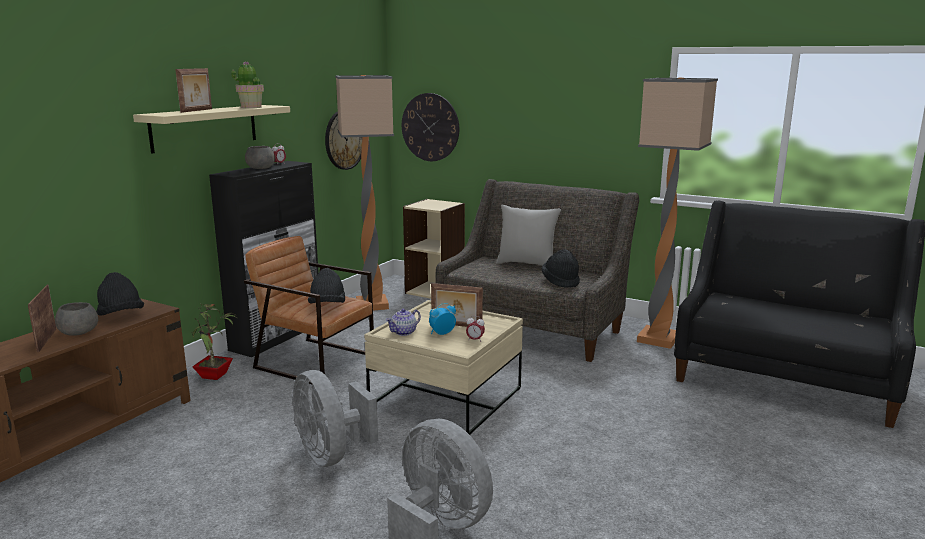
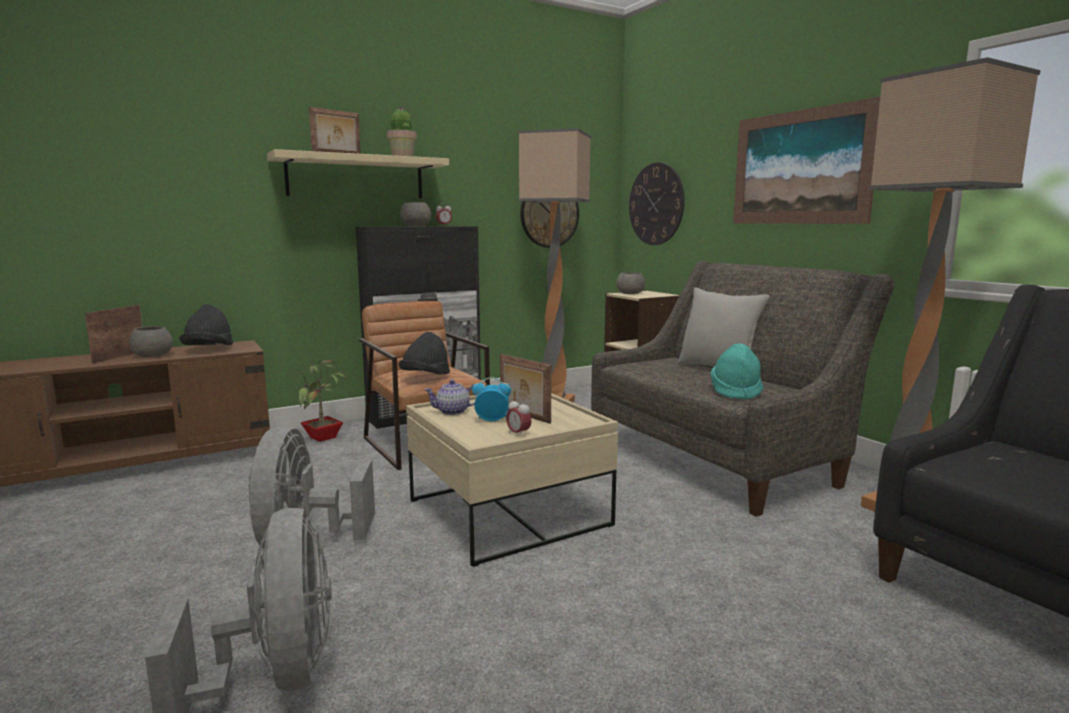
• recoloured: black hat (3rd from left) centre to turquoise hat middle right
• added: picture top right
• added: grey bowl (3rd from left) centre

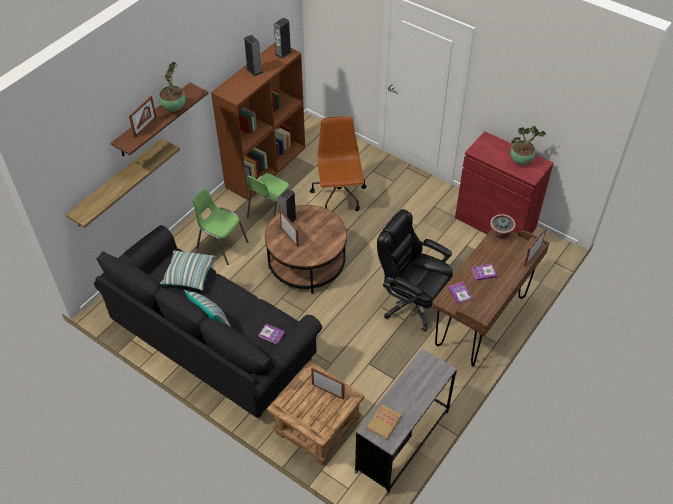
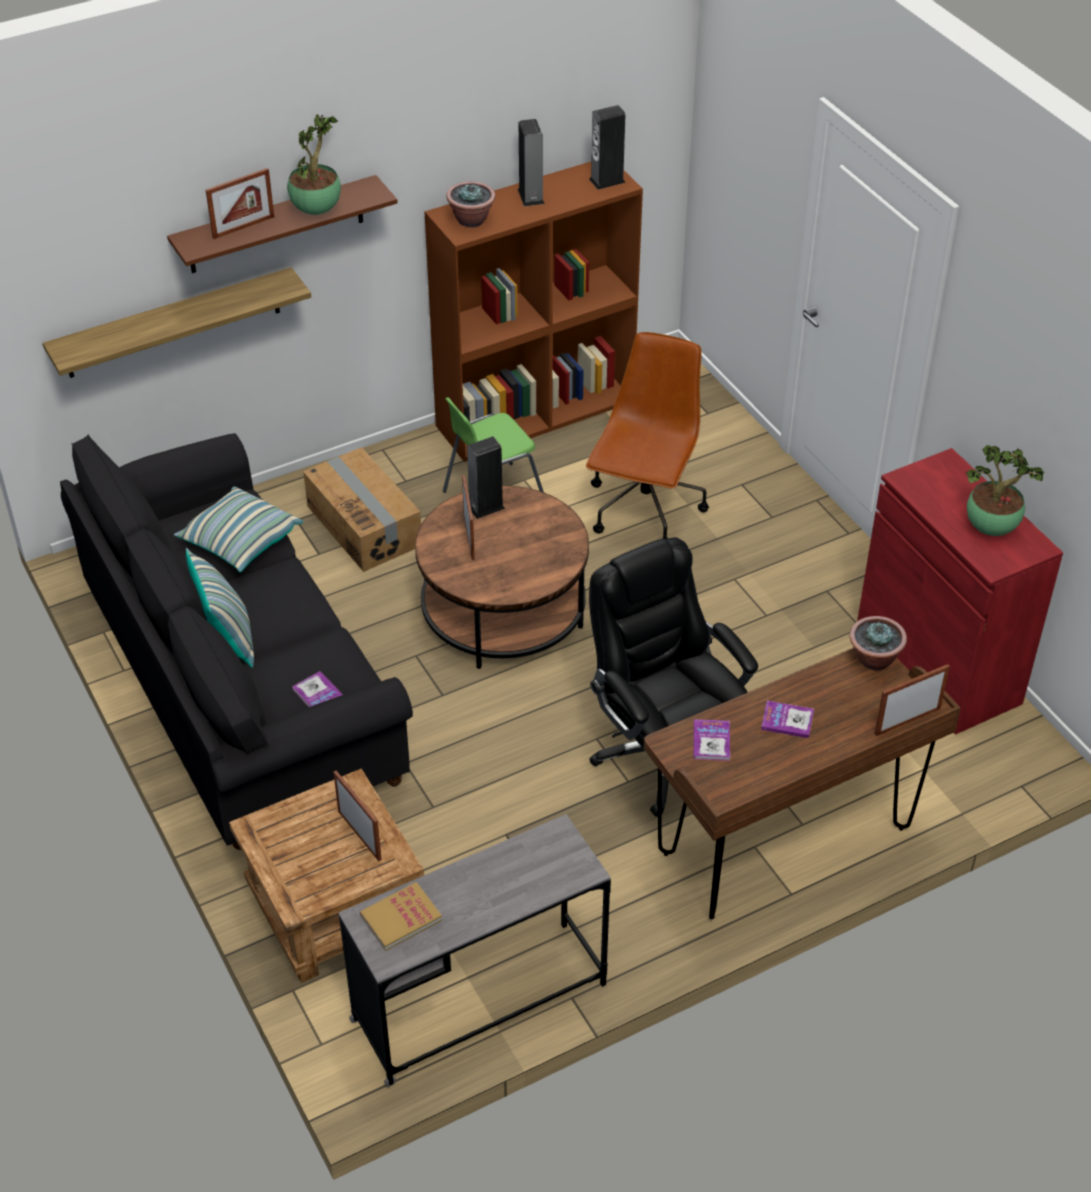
• replaced: green chair (1st from left) middle left to cardboard box middle left
• added: potted plant (2nd from left) top centre

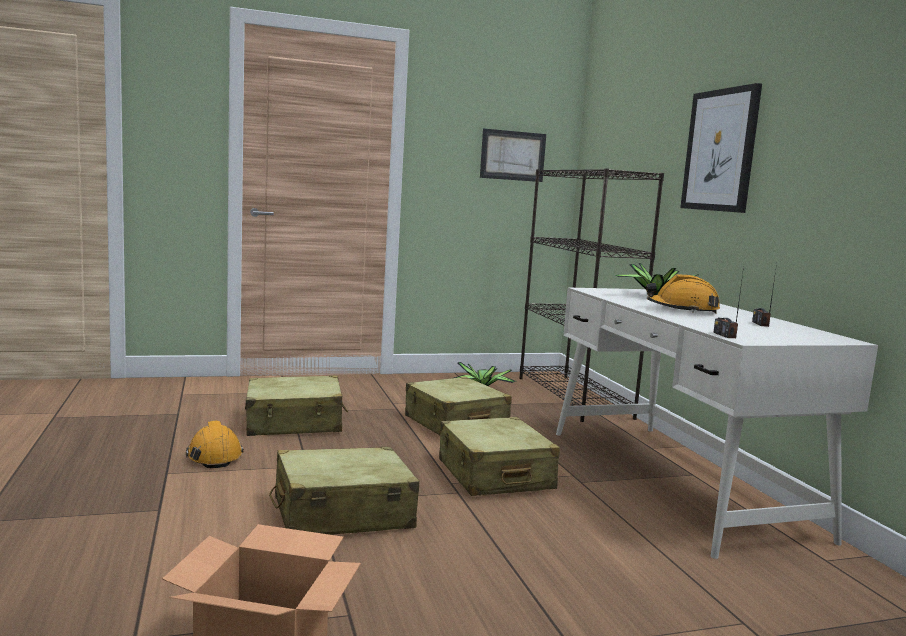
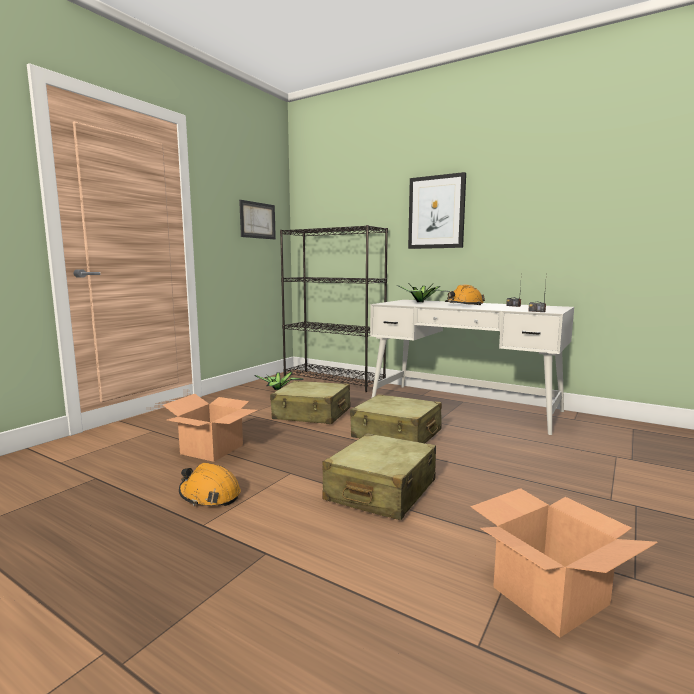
• replaced: beige suitcase (1st from left) middle left to cardboard box (1st from left) middle left

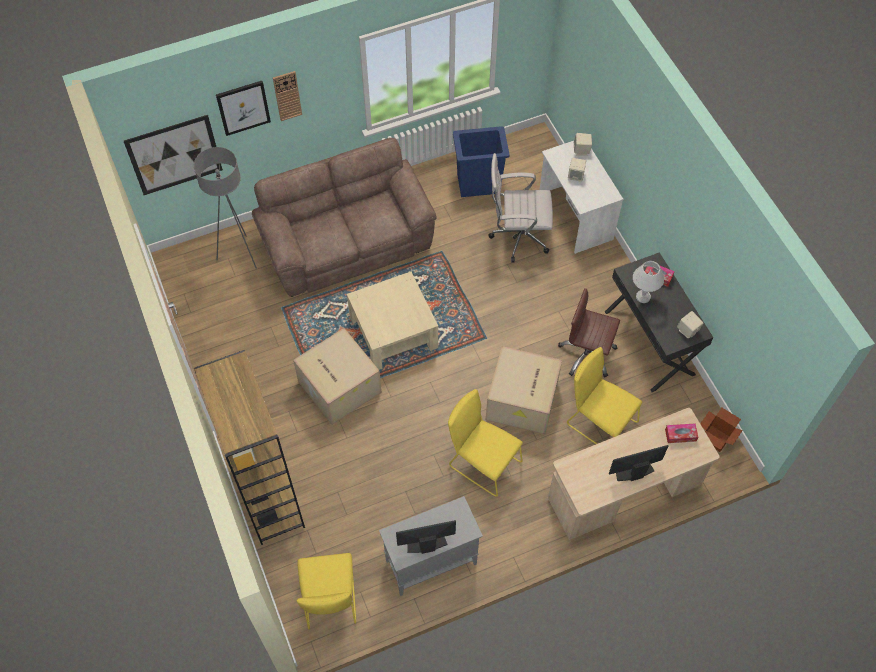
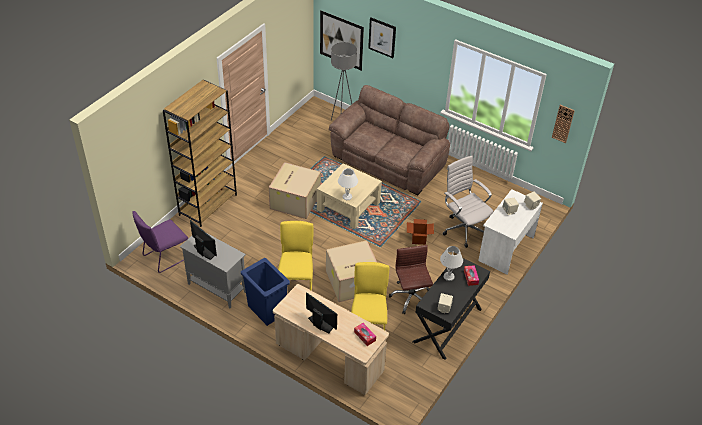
• moved: wall clock top left to top right
• moved: blue trash can top centre to bottom centre
• moved: cardboard box (3rd from left) middle right to centre
• recoloured: yellow chair (1st from left) bottom centre to purple chair middle left
• added: white table lamp (1st from left) centre

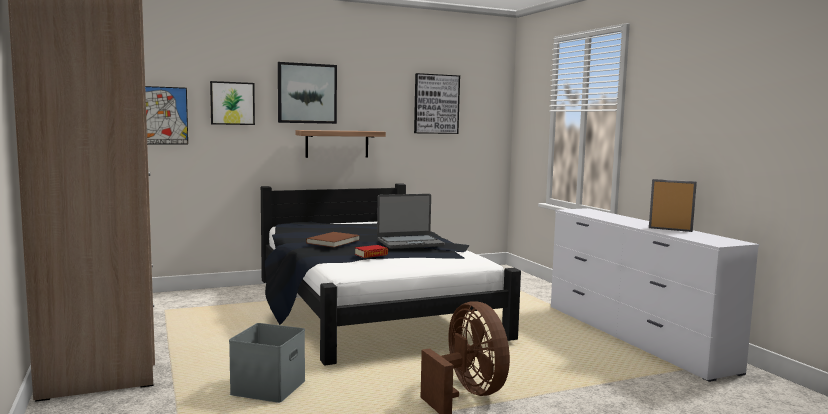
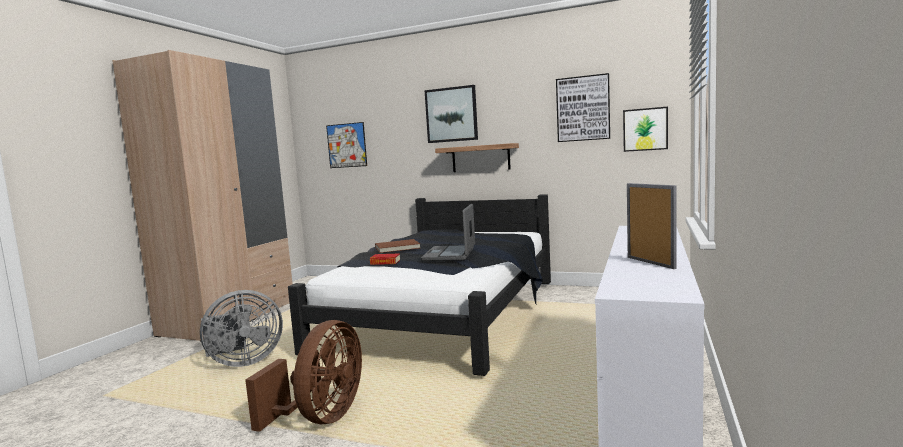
• moved: picture (2nd from left in the first image) top left to picture (4th from left) top right
• turned: laptop centre = centre 75 degrees clockwise
• replaced: grey storage box bottom left to grey fan bottom left

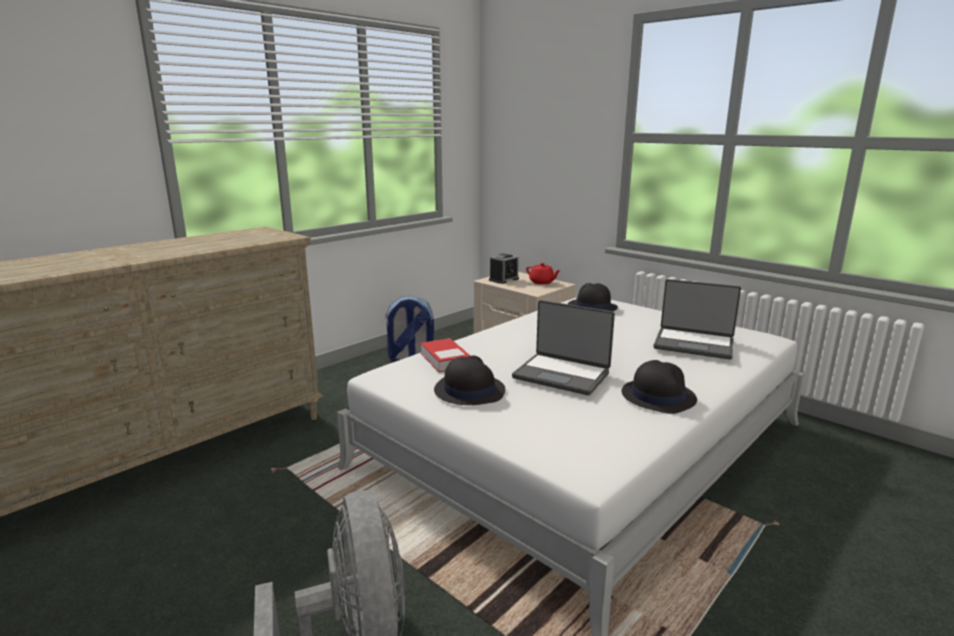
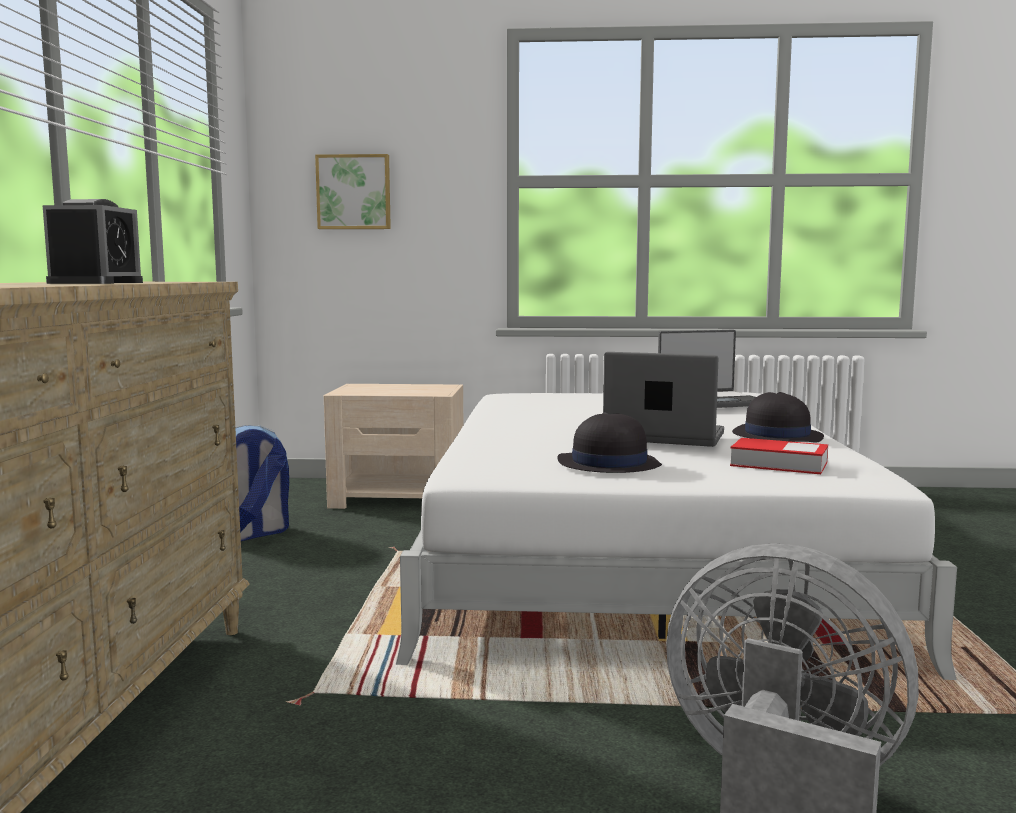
• moved: alarm clock centre to top left
• removed: red teapot centre
• removed: black hat (2nd from left) centre
• turned: laptop (1st from left) centre = centre 150 degrees counterclockwise
• moved: book centre to middle right
• added: picture top centre

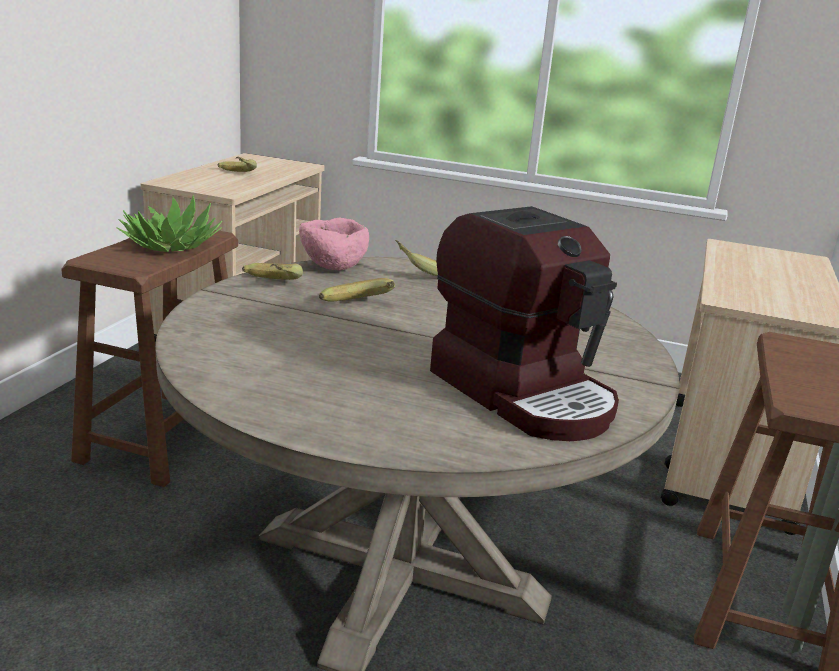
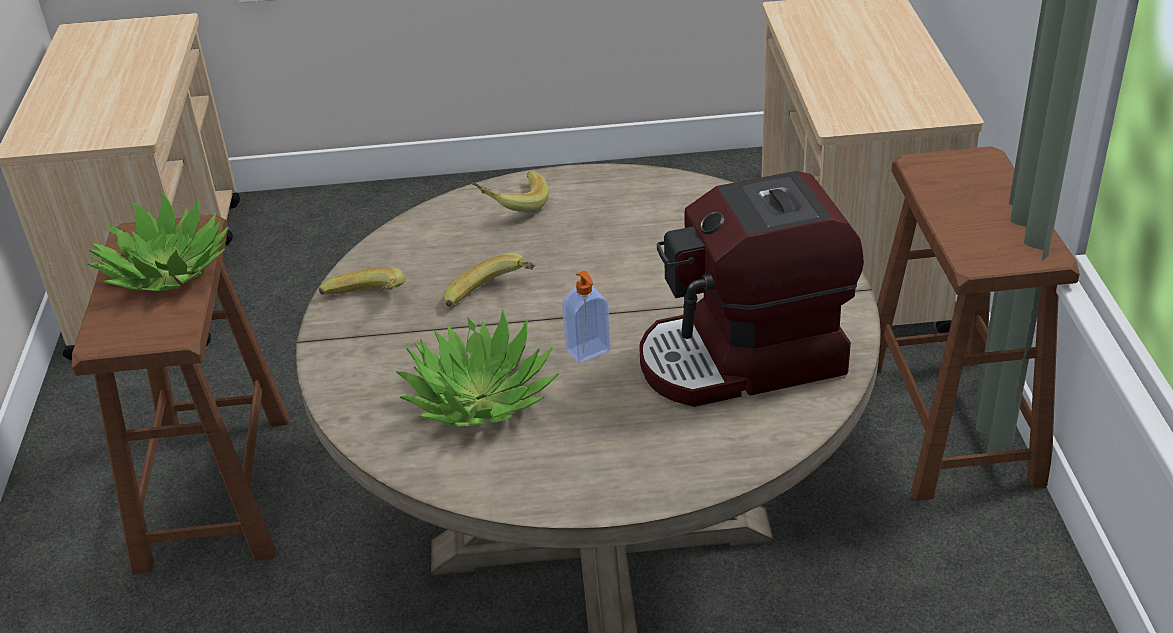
• removed: banana (1st from left) top left
• turned: coffee machine centre = centre 135 degrees clockwise
• removed: pink bowl centre
• added: soap dispenser centre
• added: potted plant (2nd from left) centre

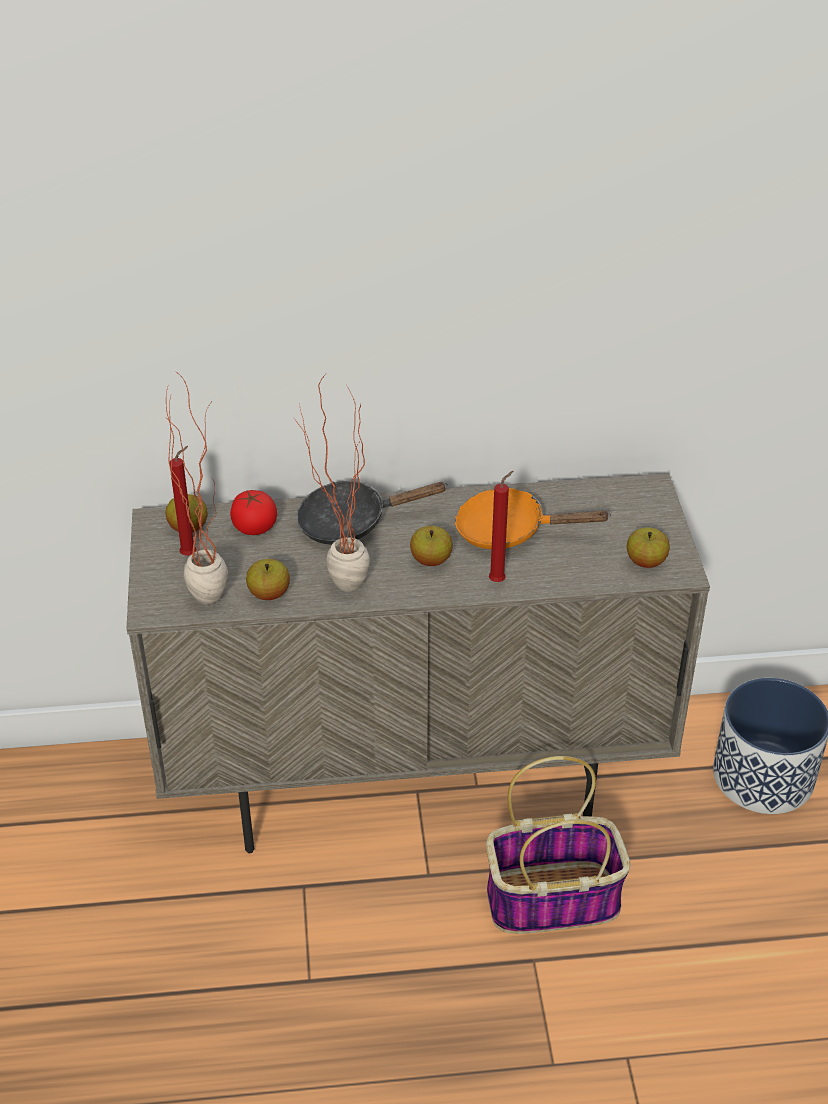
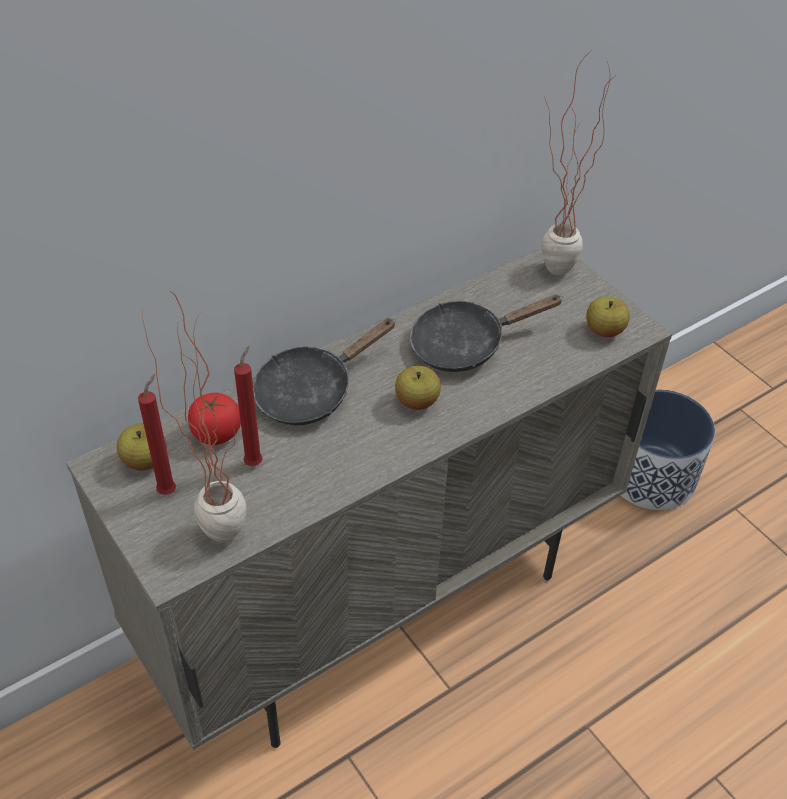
• moved: potted plant (2nd from left) centre to top right
• moved: red candle (2nd from left) centre to middle left
• recoloured: orange frying pan centre to black frying pan (2nd from left) centre
• removed: apple (2nd from left) middle left
• removed: basket bottom right

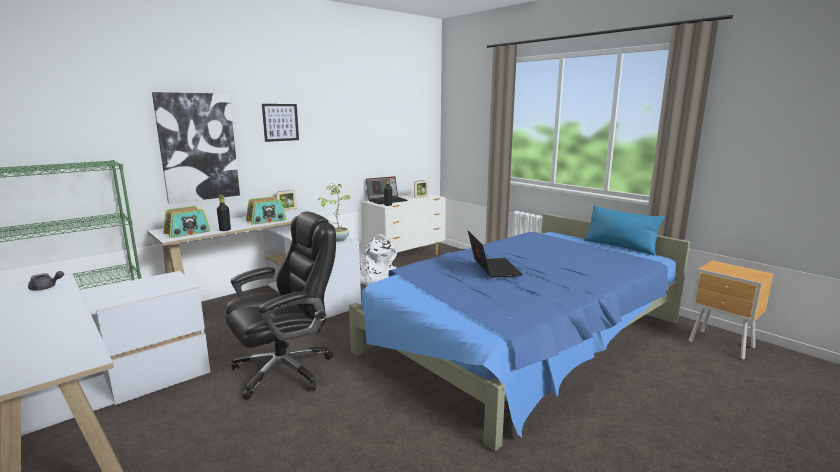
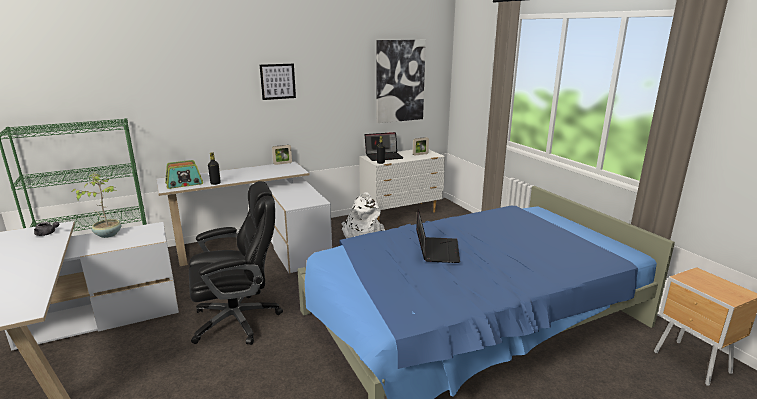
• moved: picture (1st from left in the first image) top left to picture (2nd from left) top centre
• moved: potted plant centre to middle left
• removed: radio (2nd from left) middle left
• removed: blue pillow middle right

